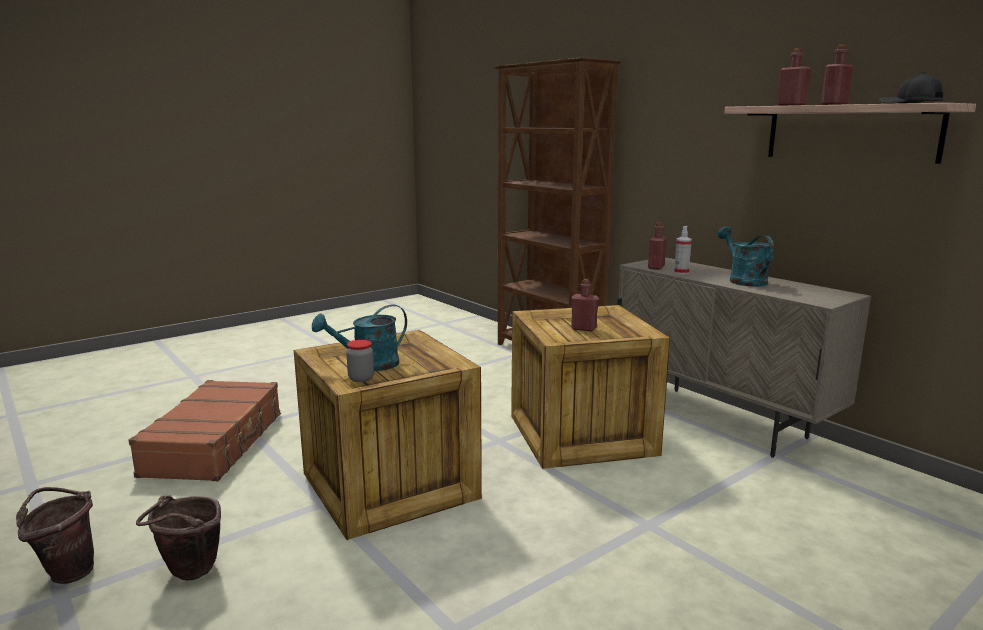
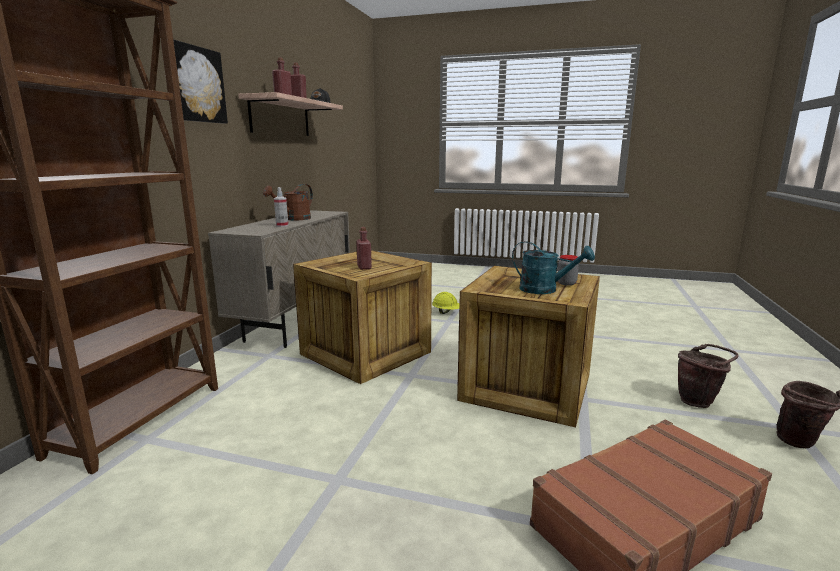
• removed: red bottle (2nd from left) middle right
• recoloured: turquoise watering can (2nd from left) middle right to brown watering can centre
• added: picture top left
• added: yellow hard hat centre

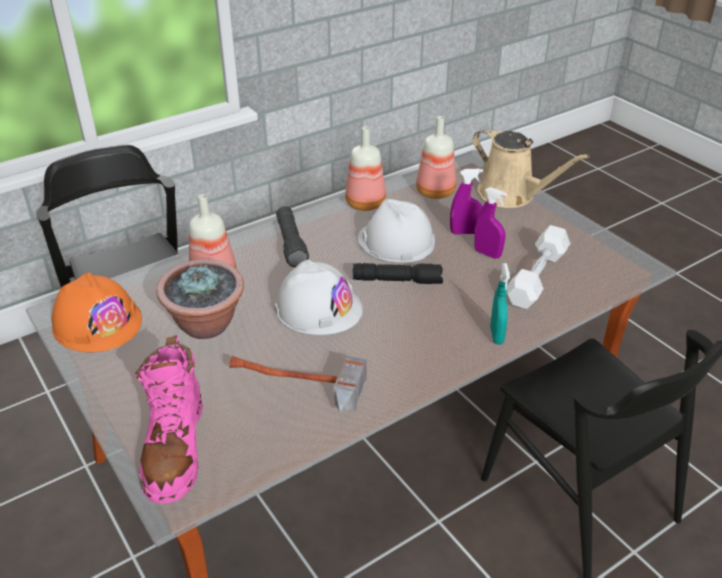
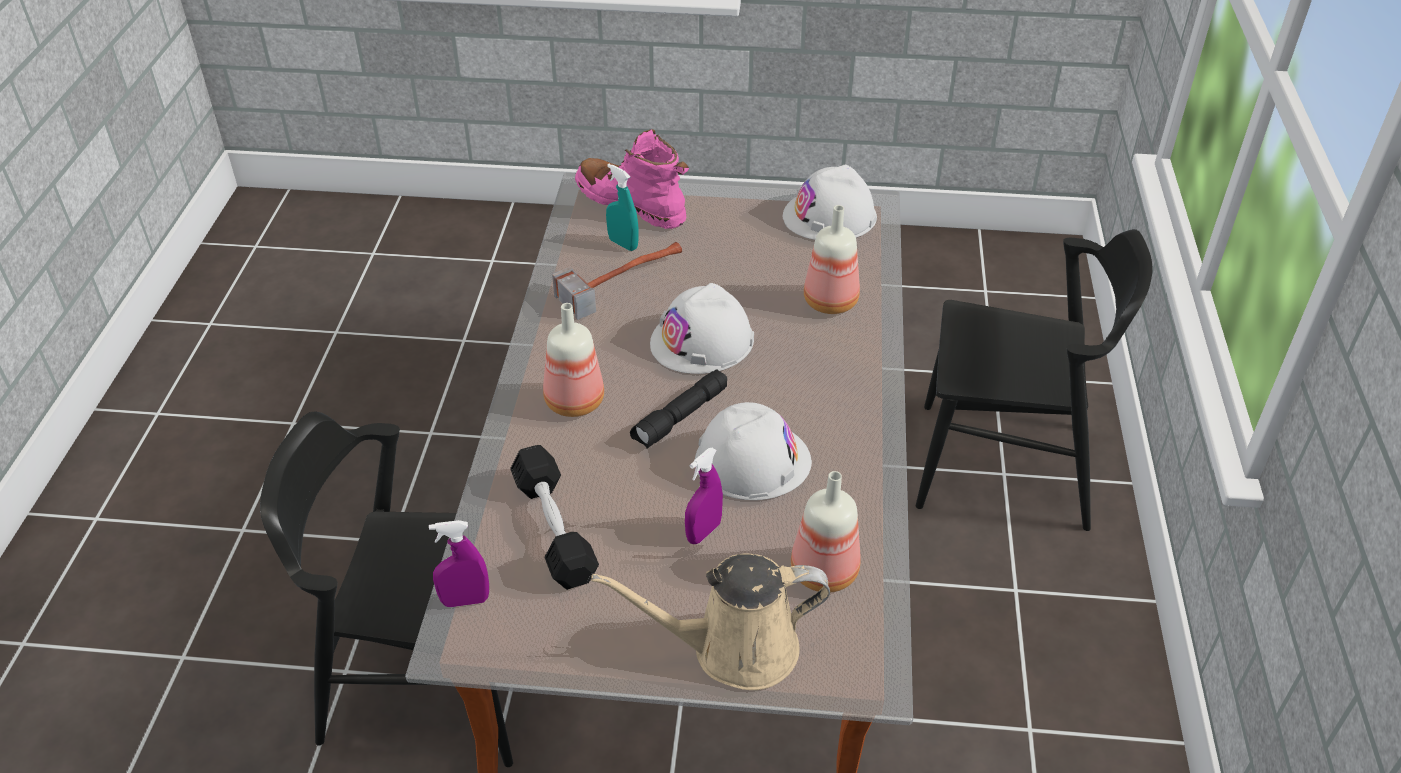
• moved: bottle (2nd from left in the first image) top centre to bottle (1st from left) centre
• moved: purple spray bottle (2nd from left in the first image) middle right to purple spray bottle (1st from left) bottom left
• removed: black flashlight (1st from left) centre
• recoloured: white dumbbell middle right to black dumbbell bottom centre
• removed: potted plant middle left
• moved: turquoise spray bottle middle right to top centre
• recoloured: orange hard hat middle left to white hard hat (3rd from left) top centre

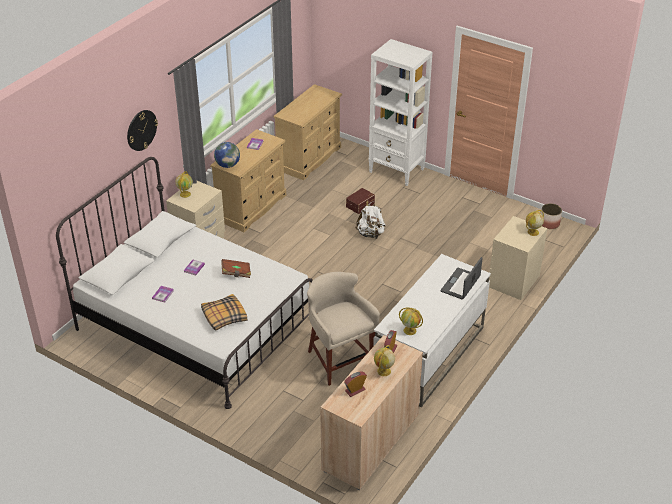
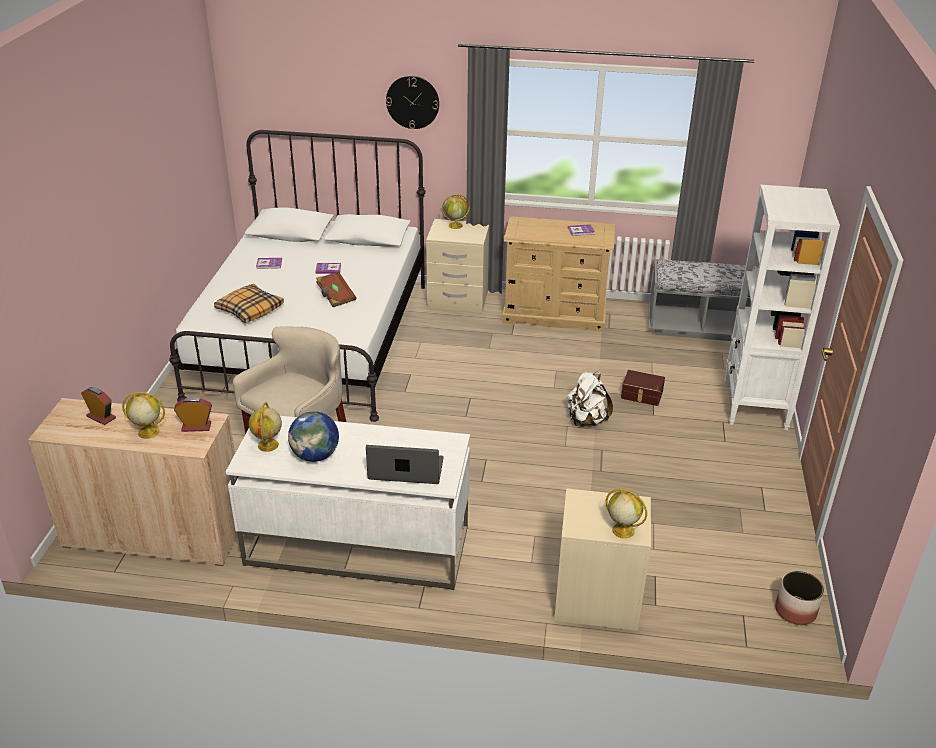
• replaced: beige dresser (2nd from left) top centre to grey bench middle right
• moved: globe (2nd from left in the first image) top centre to globe (3rd from left) centre

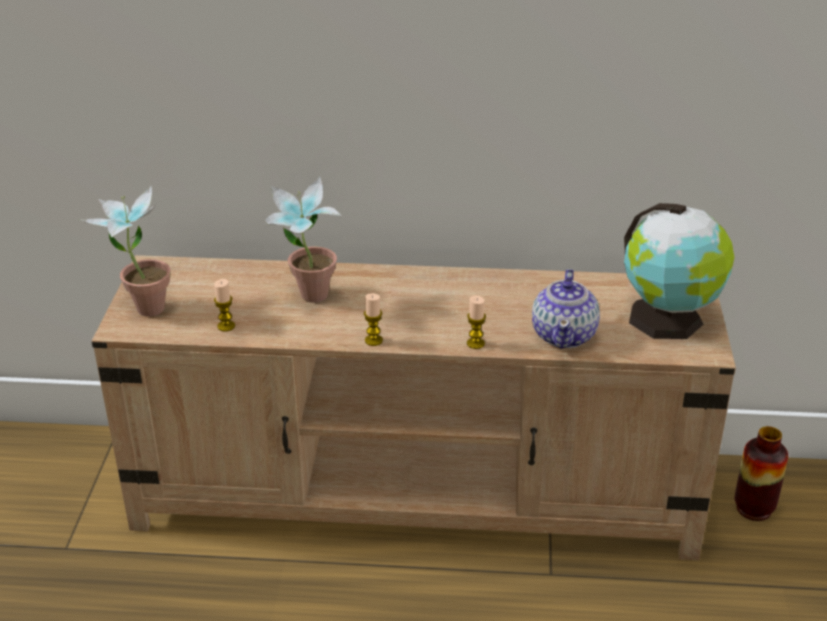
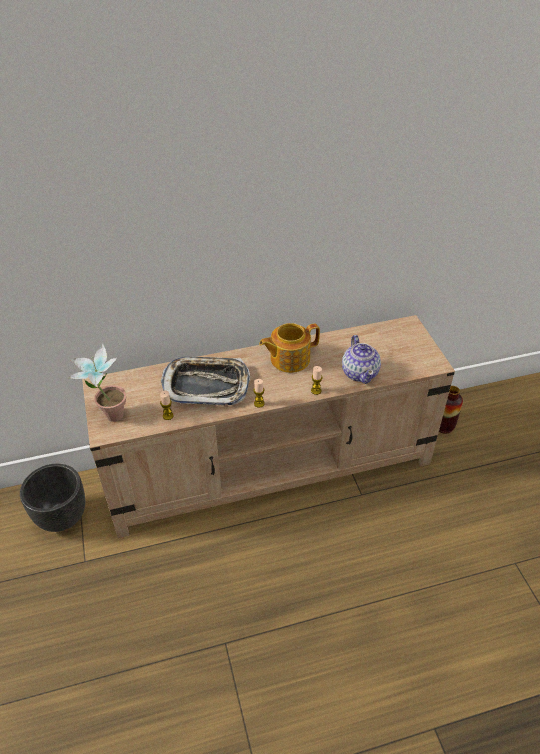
• replaced: potted plant (2nd from left) centre to tray centre
• removed: globe middle right
• added: teapot (1st from left) centre
• added: black planter middle left

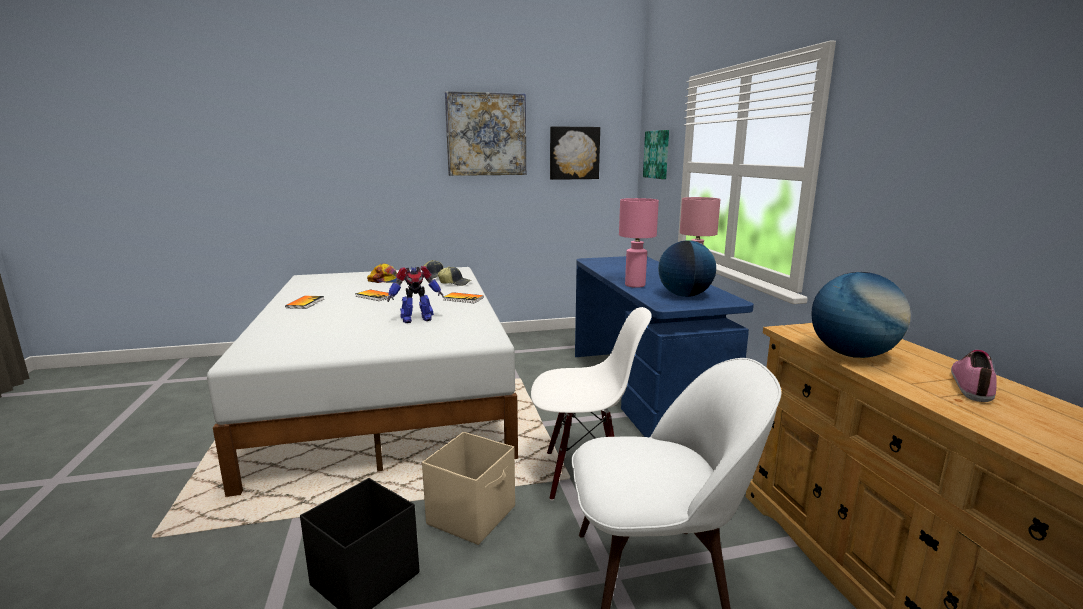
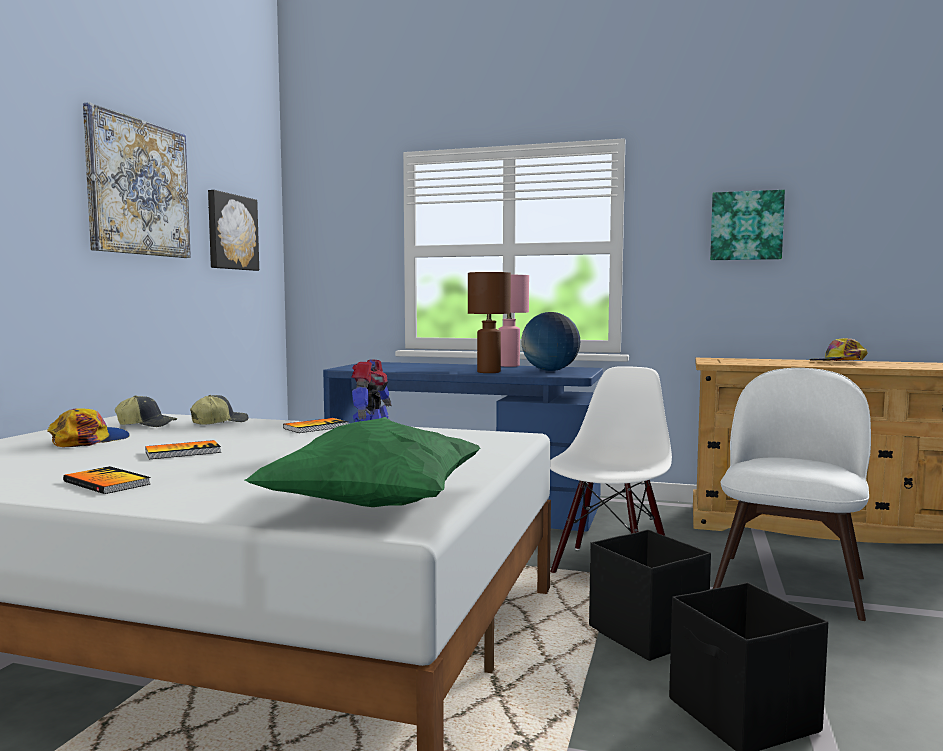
• moved: picture (3rd from left) top centre to top right
• recoloured: pink table lamp (1st from left) centre to brown table lamp centre
• removed: globe (2nd from left) middle right
• replaced: shoe middle right to cap (4th from left) middle right
• recoloured: beige storage box bottom centre to black storage box (1st from left) bottom right
• added: green pillow centre

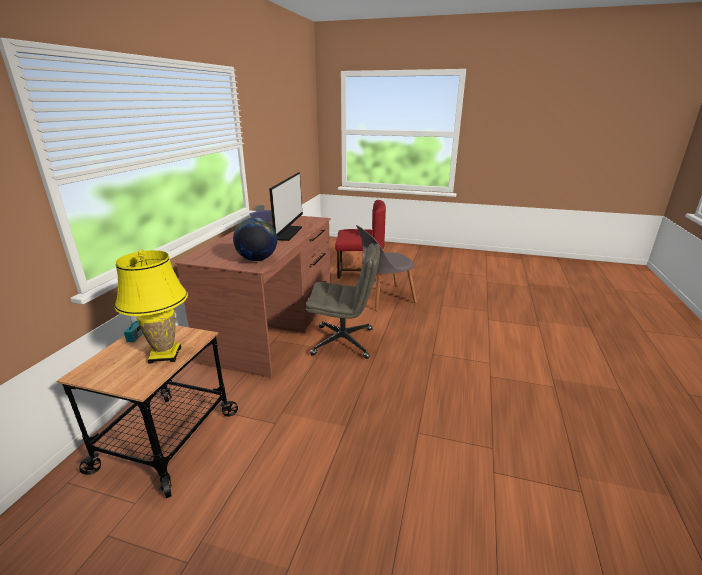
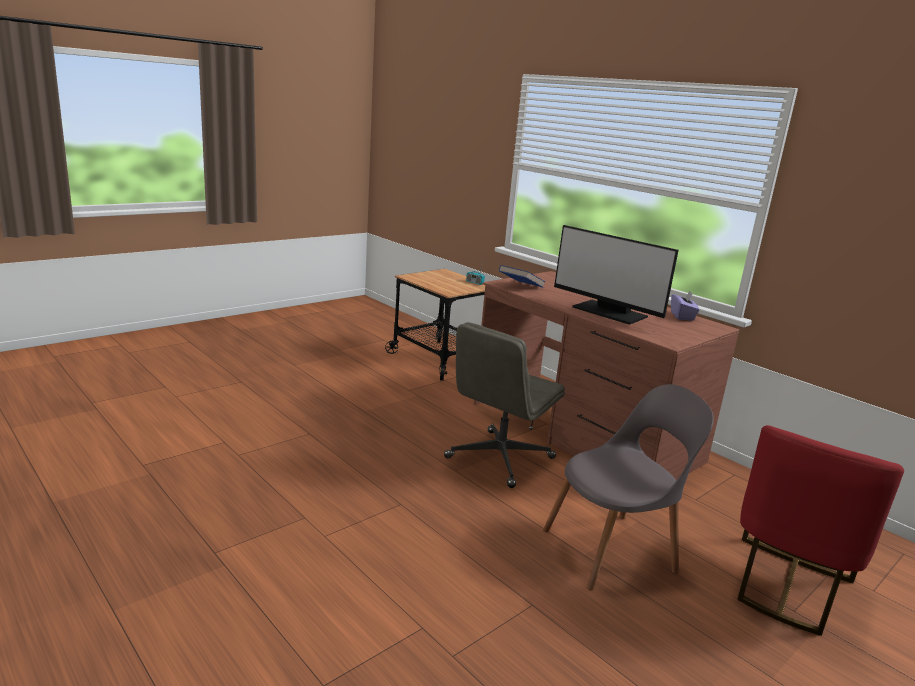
• replaced: globe centre to blue book centre
• turned: grey chair centre = bottom right 60 degrees clockwise
• removed: yellow table lamp middle left

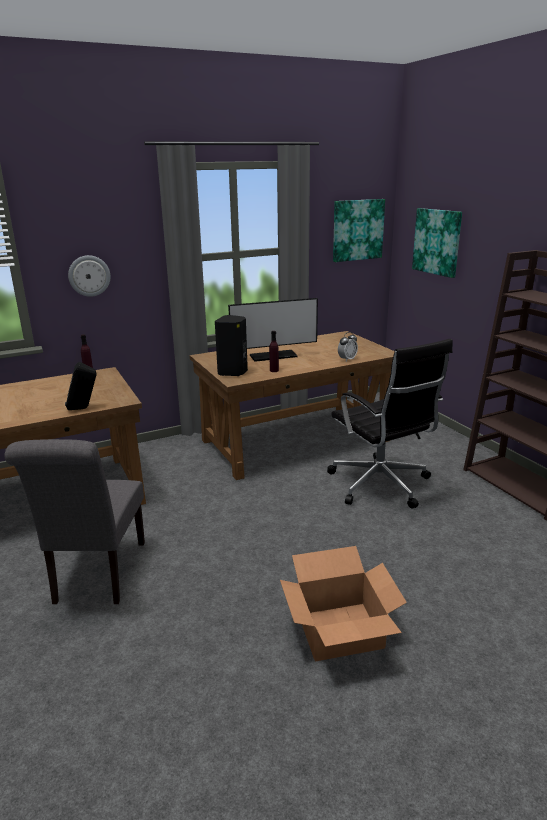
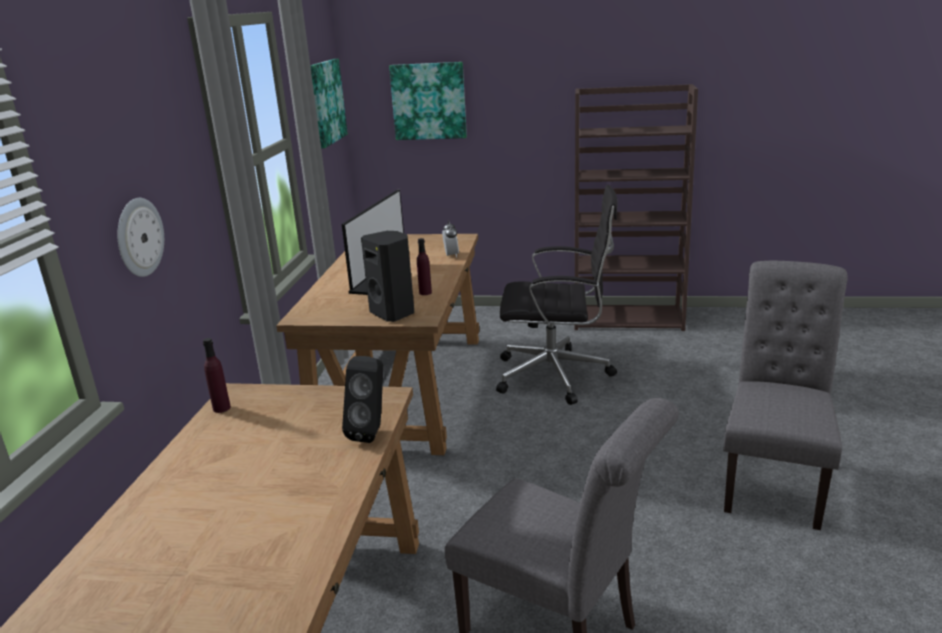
• replaced: cardboard box bottom centre to grey chair (2nd from left) middle right

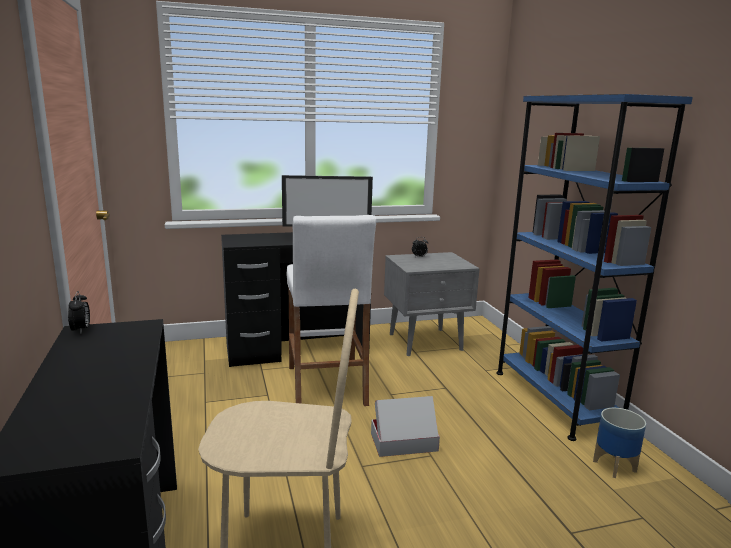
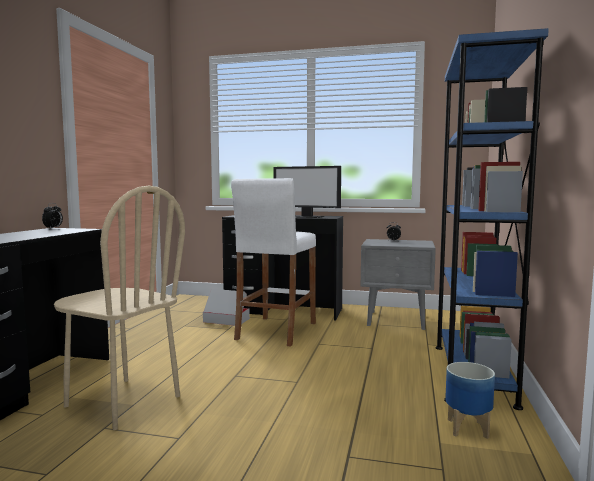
• moved: cardboard box bottom centre to centre

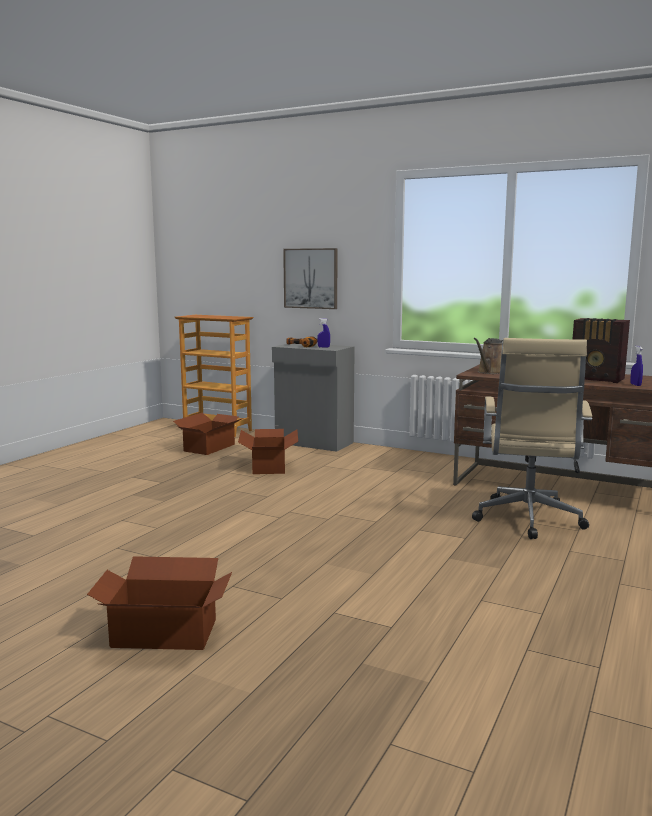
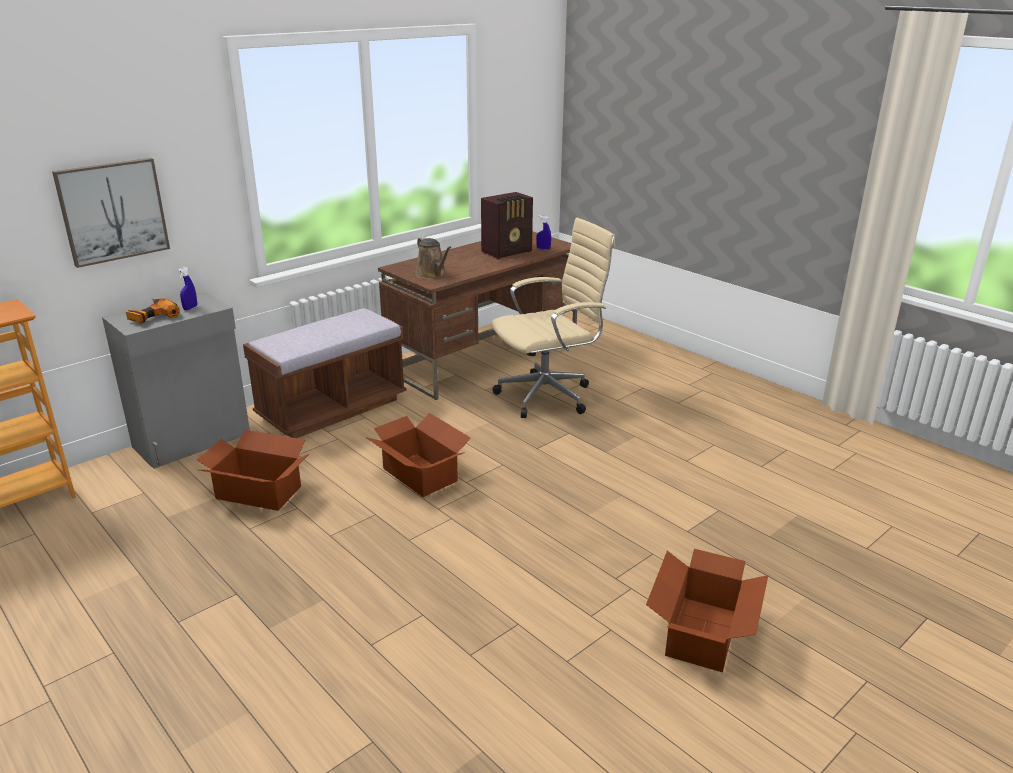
• turned: beige office chair middle right = centre 60 degrees counterclockwise
• moved: cardboard box (2nd from left) middle left to centre
• added: brown bench middle left

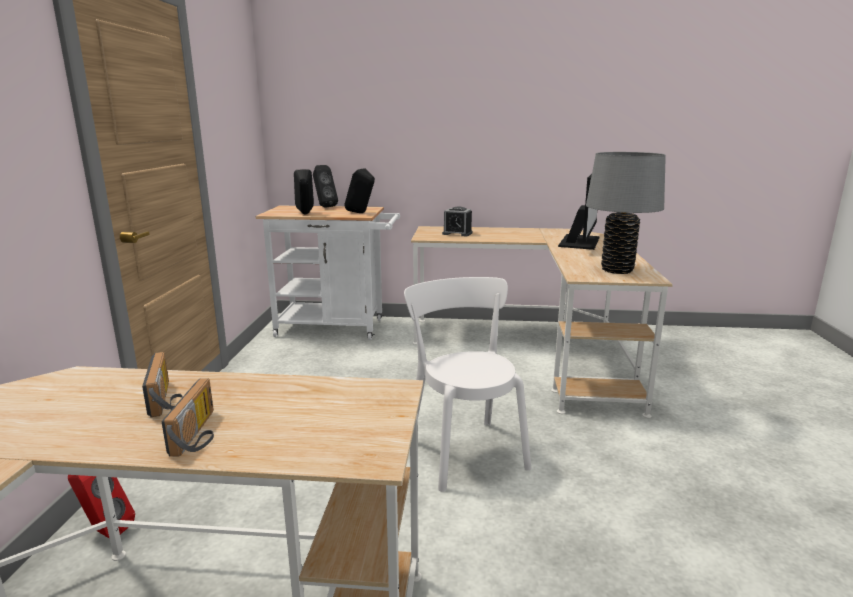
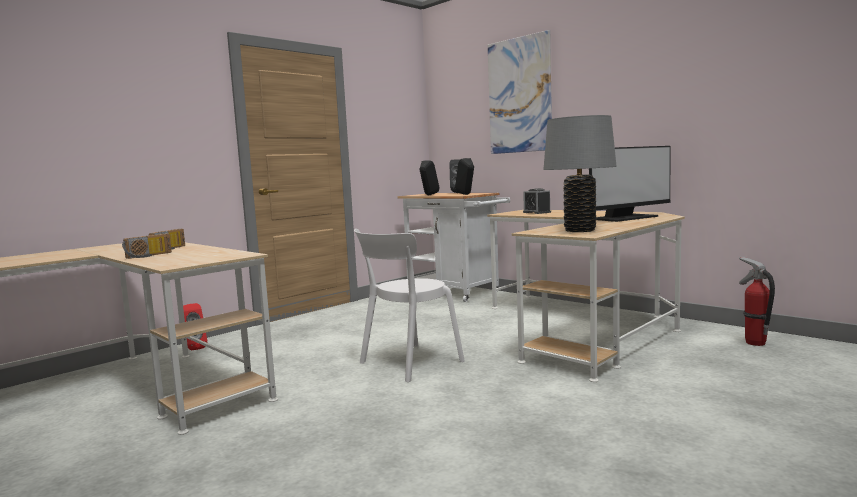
• turned: white chair centre = centre 150 degrees counterclockwise
• added: picture top centre
• added: fire extinguisher middle right

